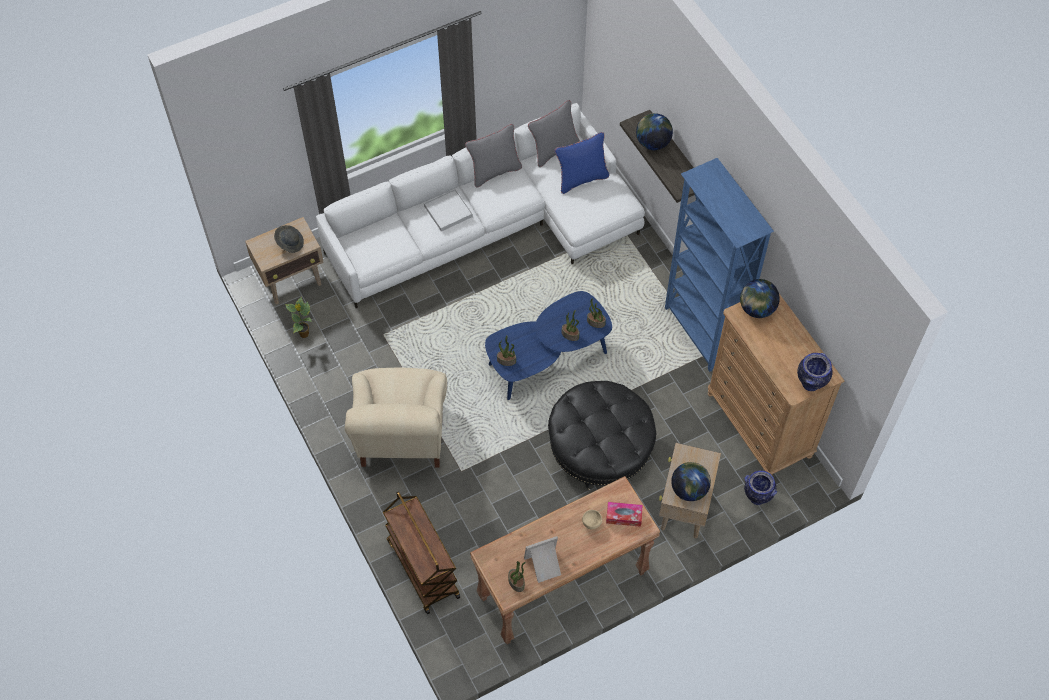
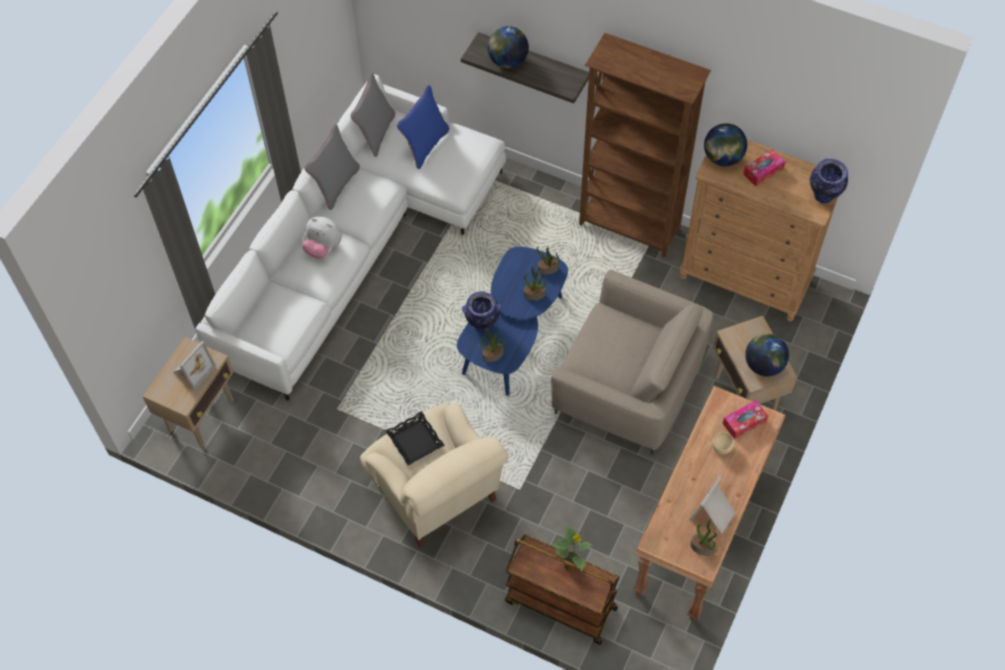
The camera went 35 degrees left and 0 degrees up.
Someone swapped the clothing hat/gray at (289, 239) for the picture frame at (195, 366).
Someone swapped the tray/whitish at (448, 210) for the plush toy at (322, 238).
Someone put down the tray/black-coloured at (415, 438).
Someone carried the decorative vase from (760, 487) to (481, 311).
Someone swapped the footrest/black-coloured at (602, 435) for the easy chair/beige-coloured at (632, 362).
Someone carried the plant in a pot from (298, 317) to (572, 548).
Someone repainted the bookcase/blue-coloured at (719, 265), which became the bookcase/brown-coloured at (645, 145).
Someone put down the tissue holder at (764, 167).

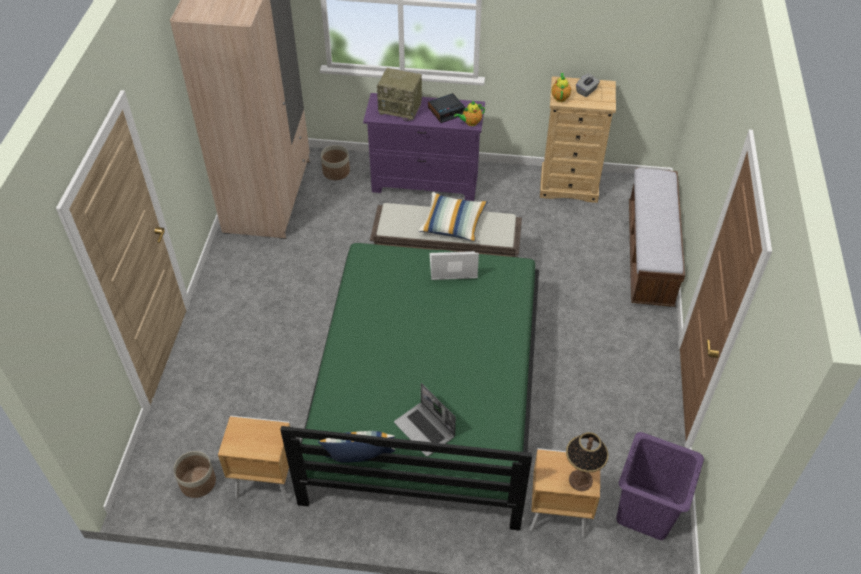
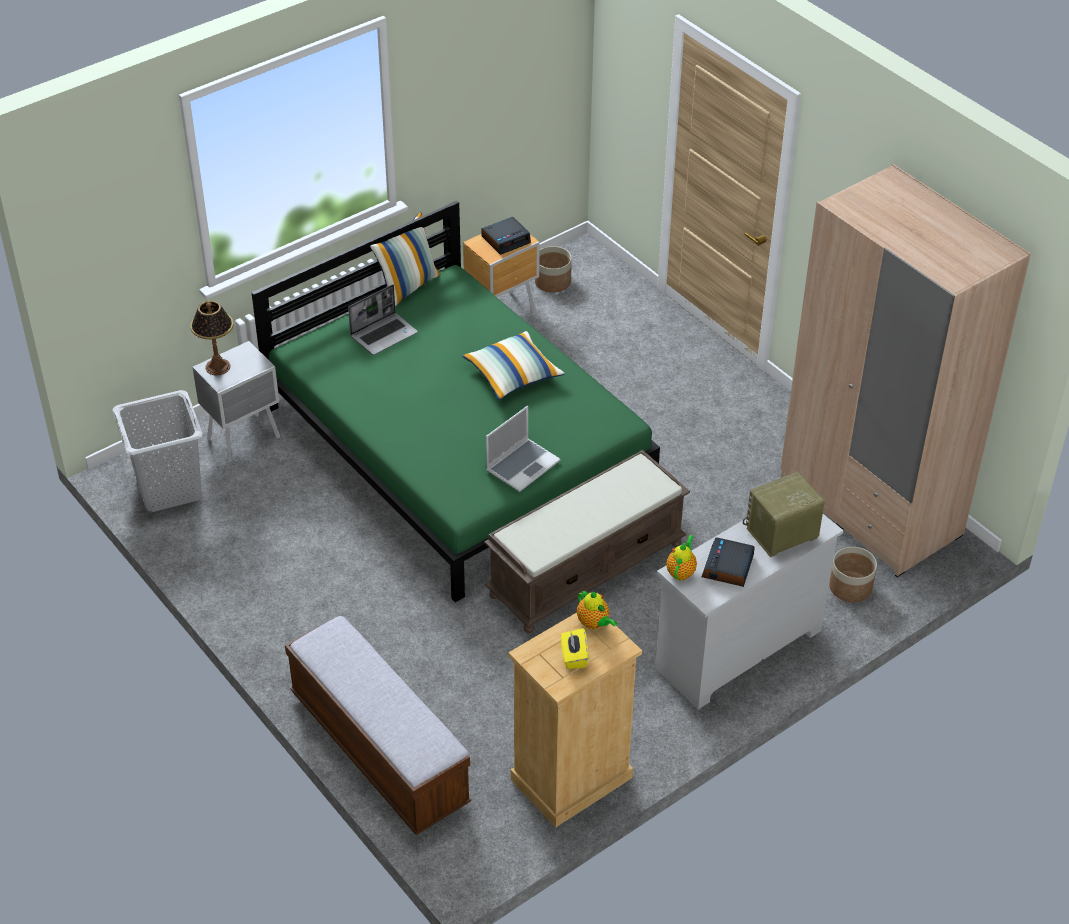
The camera went 135 degrees right and 5 degrees down.
Someone repainted the laundry basket/purple at (660, 486), which became the laundry basket/gray at (157, 451).
Someone repainted the night table/brown-coloured at (564, 493), which became the night table/gray at (236, 401).
Someone rotated the laptop at (425, 420) by 135 degrees clockwise.
Someone carried the throw pillow from (453, 217) to (513, 365).
Someone put down the alarm clock at (506, 236).
Someone repainted the tissue holder/gray at (588, 85), which became the tissue holder/yellow at (575, 648).
Someone repainted the drawer chest/purple at (424, 147), which became the drawer chest/whitish at (749, 611).

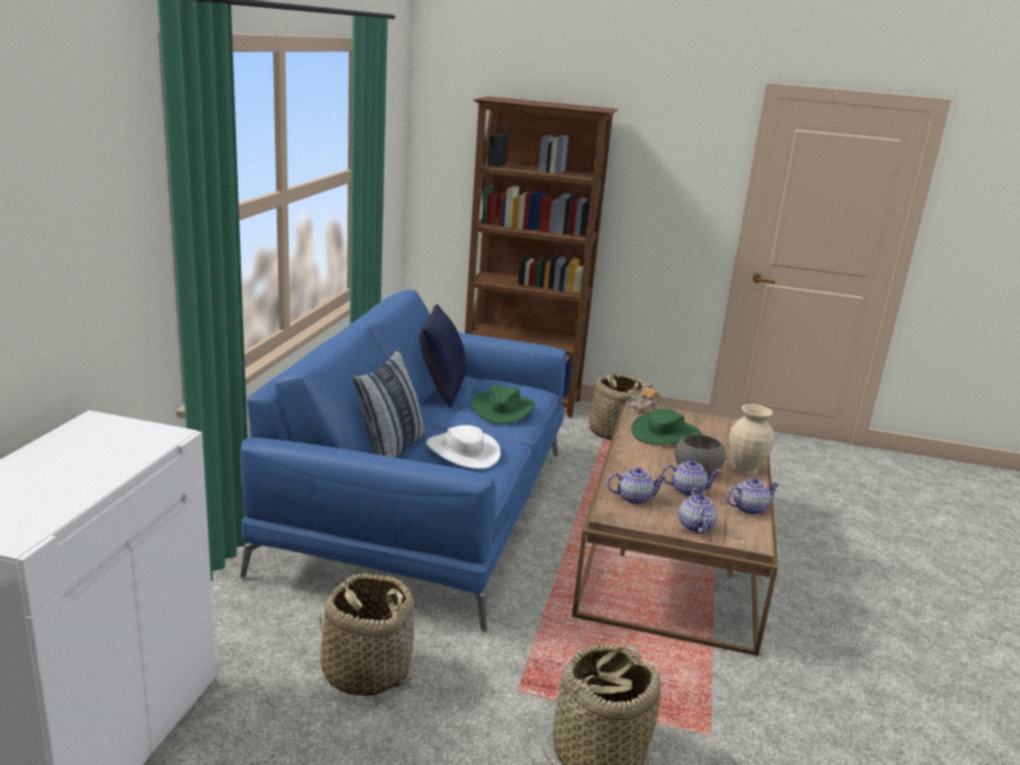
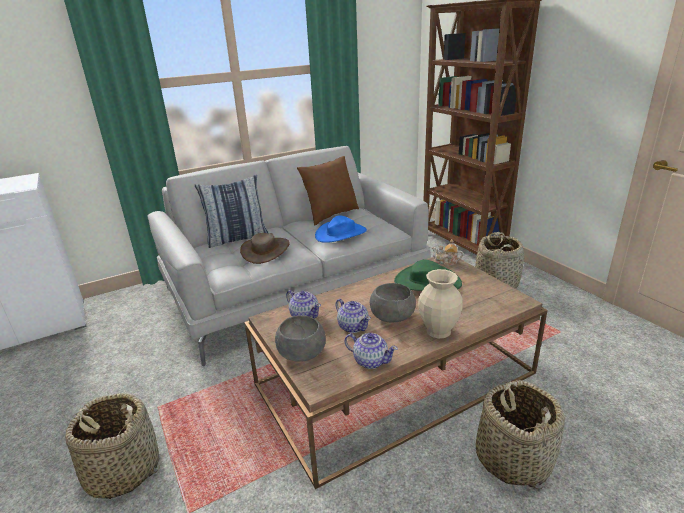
The camera went 50 degrees right and 5 degrees up.
Someone repainted the couch/blue-coloured at (403, 460), which became the couch/gray at (289, 256).
Someone repainted the clothing hat/whitish at (463, 447), which became the clothing hat/brown-coloured at (265, 248).
Someone swapped the pot for tea at (698, 510) for the deep dish/gray at (300, 338).
Someone repainted the throw pillow/blue-coloured at (443, 356), which became the throw pillow/brown-coloured at (328, 190).
Someone repainted the clothing hat/green at (503, 404), which became the clothing hat/blue-coloured at (341, 229).
Someone carried the storage basket from (367, 635) to (520, 434).

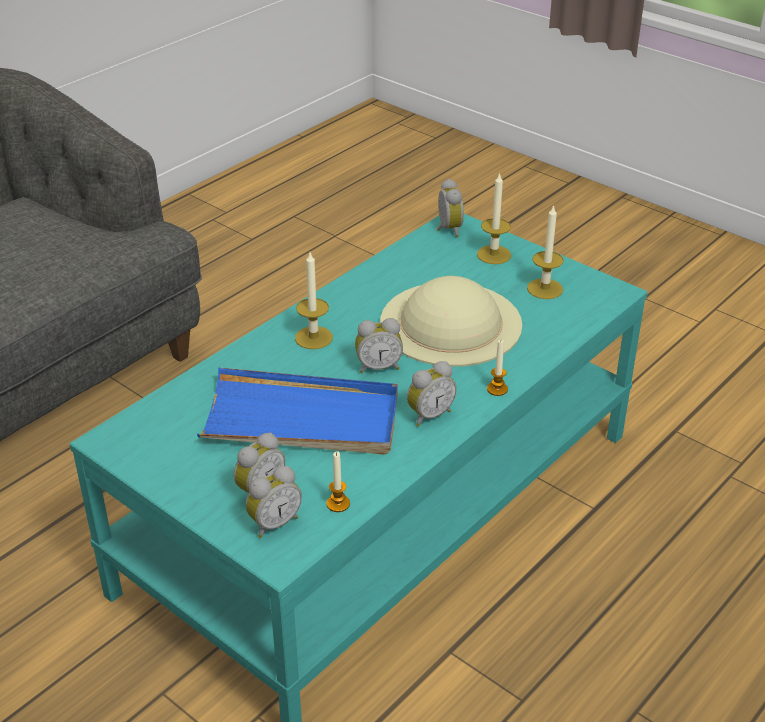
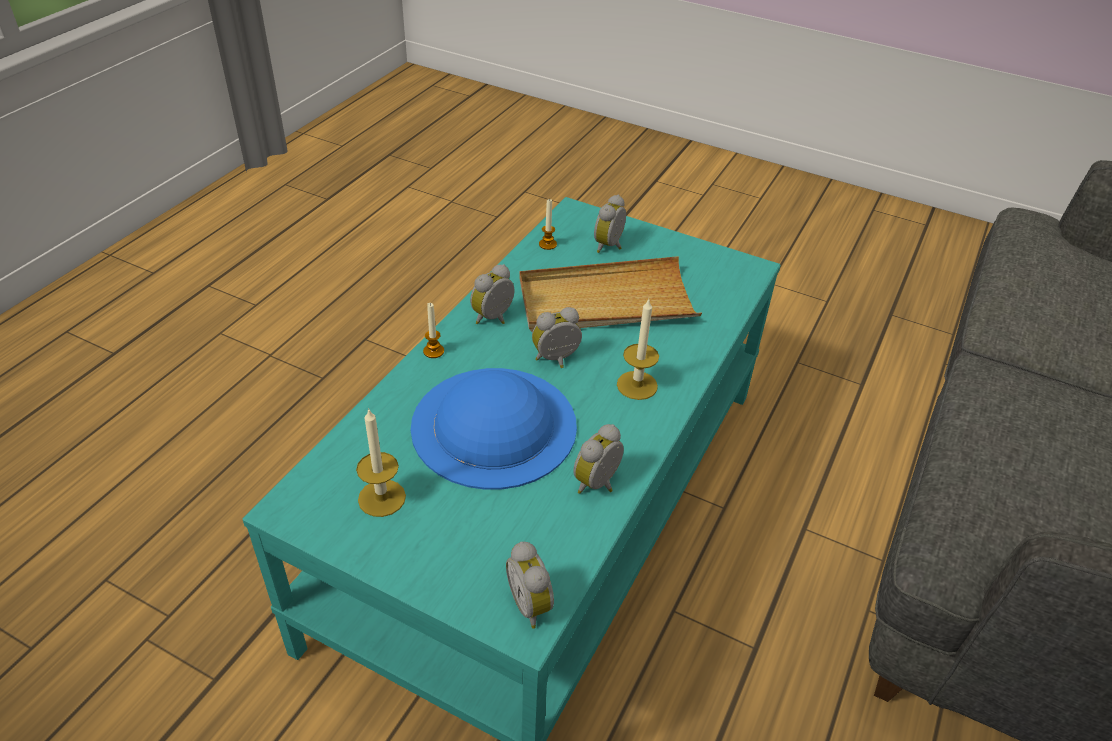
The camera went 165 degrees right and 5 degrees up.
Someone repainted the clothing hat/beige-coloured at (451, 321), which became the clothing hat/blue-coloured at (494, 429).
Someone repainted the tray/blue-coloured at (297, 411), which became the tray/beige-coloured at (610, 294).
Someone carried the alarm clock from (274, 502) to (598, 459).
Someone took away the candle at (494, 218).

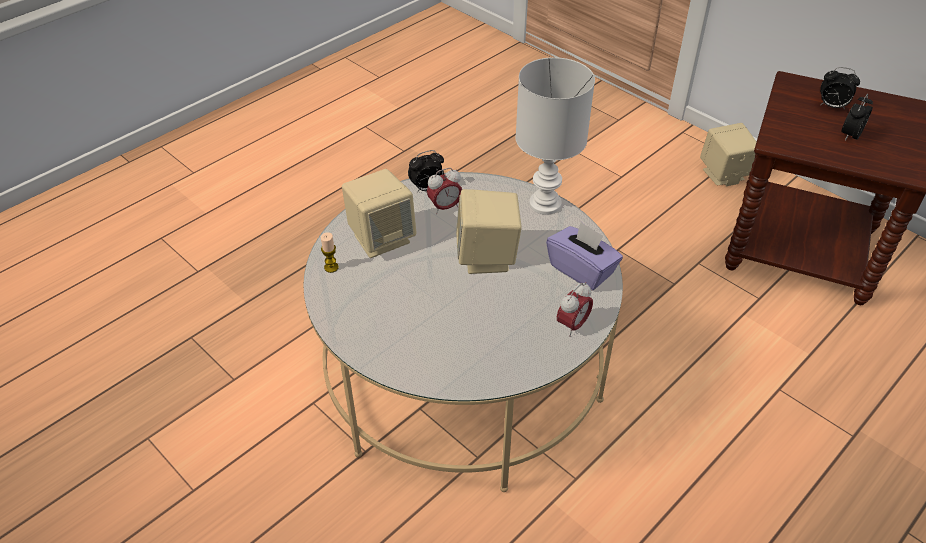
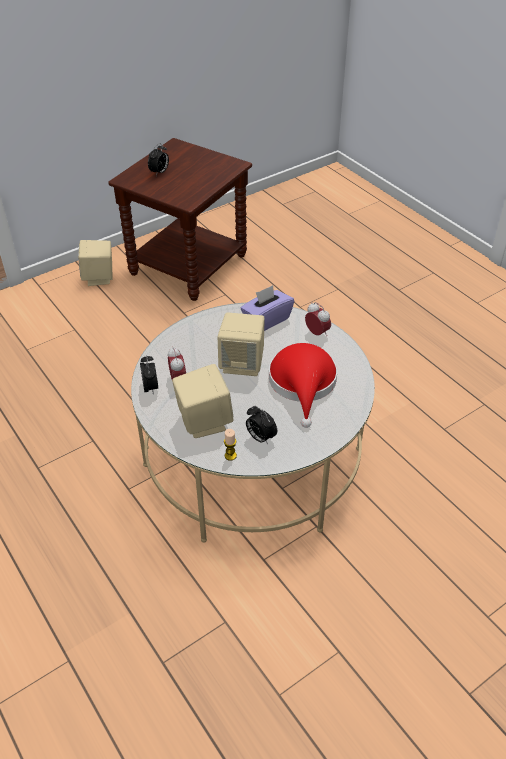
The camera went 80 degrees left and 0 degrees up.
Someone carried the alarm clock from (857, 117) to (261, 425).
Someone put down the clothing hat/red at (303, 385).
Someone took away the tabletop lamp/whitish at (555, 136).

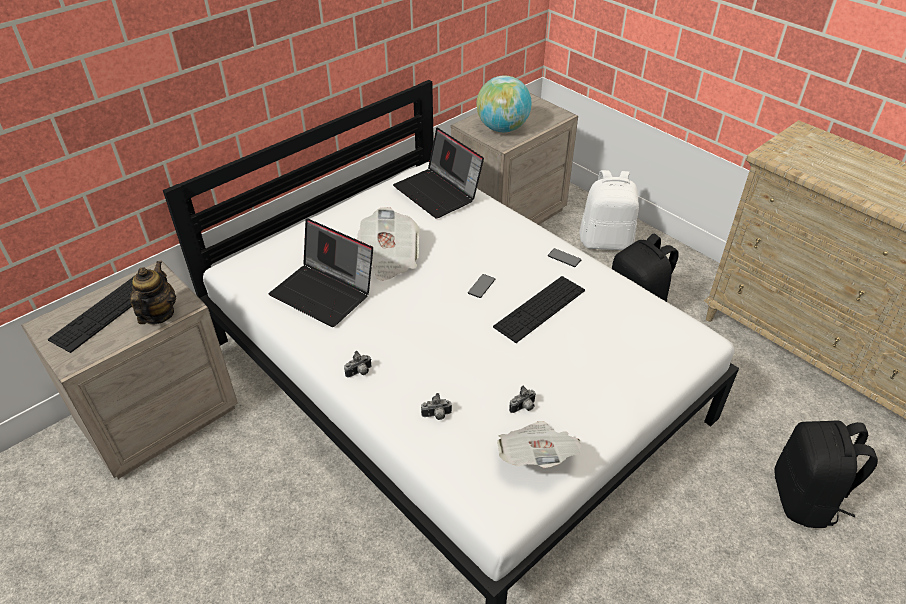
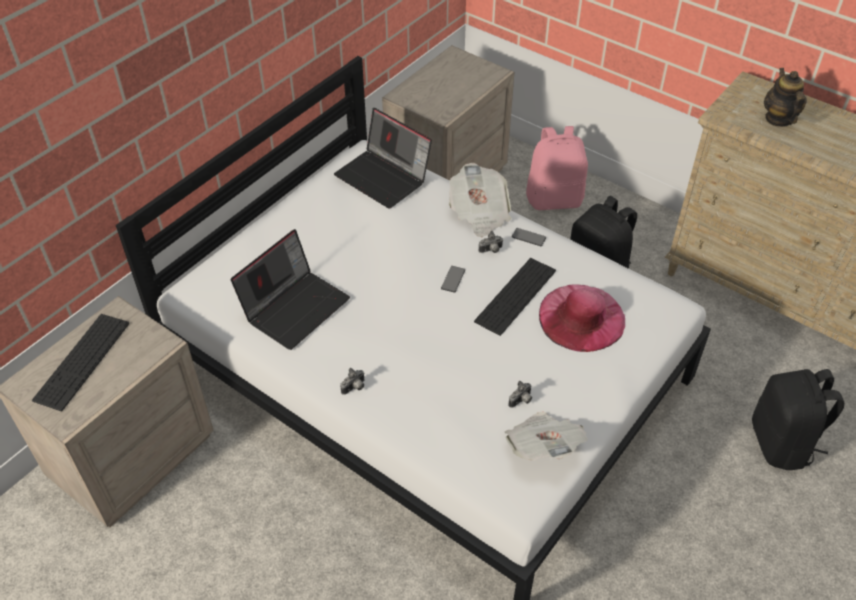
The camera went 10 degrees left and 5 degrees up.
Someone rotated the laptop at (321, 272) by 75 degrees counterclockwise.
Someone carried the daily paper from (388, 244) to (480, 200).
Someone carried the photo camera from (436, 406) to (490, 242).
Someone repainted the rucksack/whitish at (609, 210), which became the rucksack/pinkish at (557, 168).
Someone put down the clothing hat/pinkish at (582, 318).
Someone carried the pot for tea from (152, 292) to (785, 97).
Someone took away the desk globe at (504, 104).

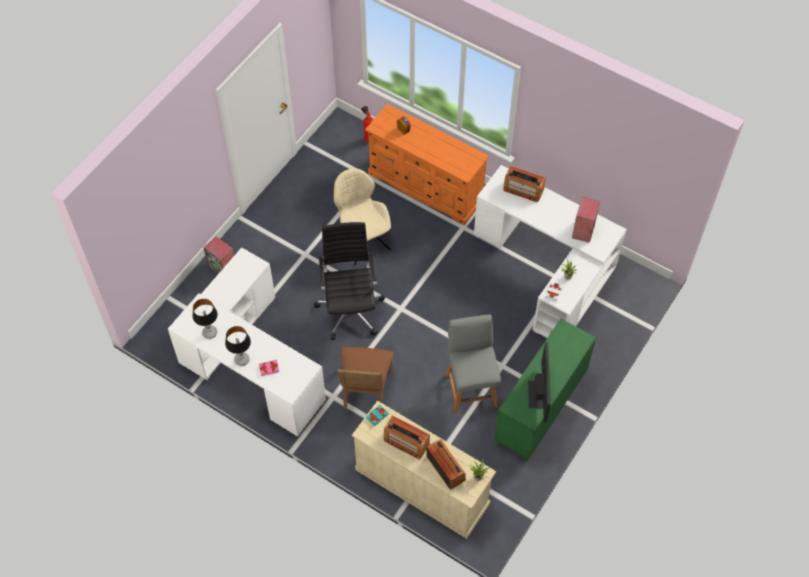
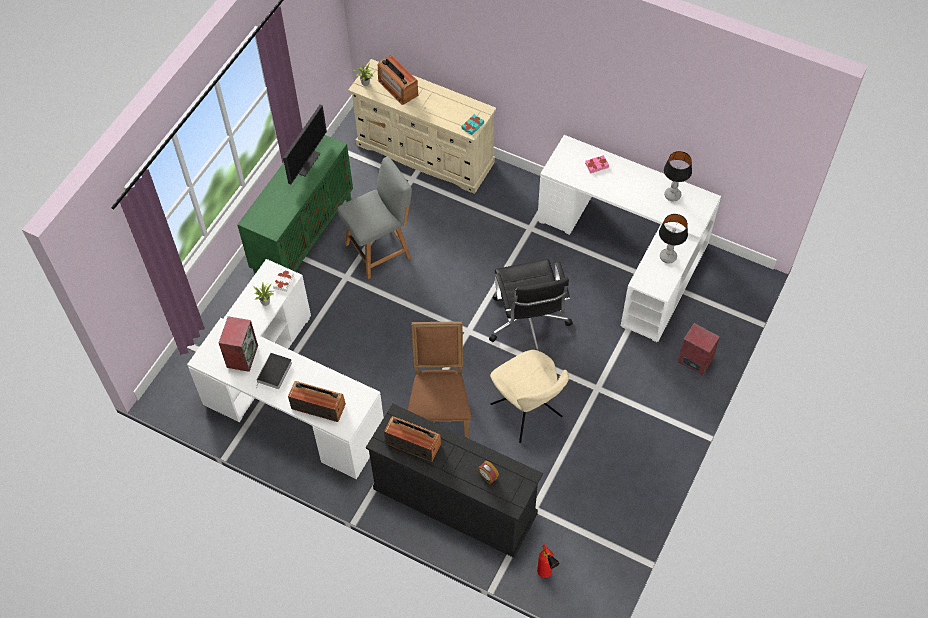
The camera went 175 degrees right and 0 degrees up.
Someone put down the book at (274, 371).
Someone rotated the computer display at (539, 382) by 150 degrees counterclockwise.
Someone rotated the chair/gray at (473, 363) by 105 degrees counterclockwise.
Someone repainted the drawer chest/orange-coloured at (427, 164), which became the drawer chest/black-coloured at (454, 481).
Someone carried the radio receiver from (407, 437) to (412, 439).
Someone carried the chair/brown-coloured from (366, 378) to (439, 380).
Someone carried the tabletop lamp from (238, 346) to (673, 238).

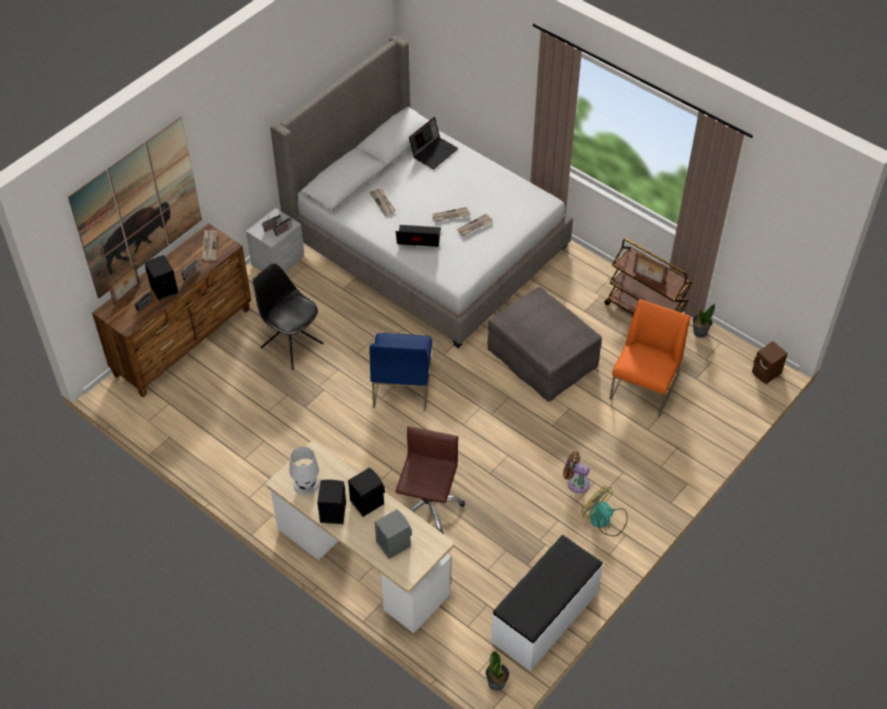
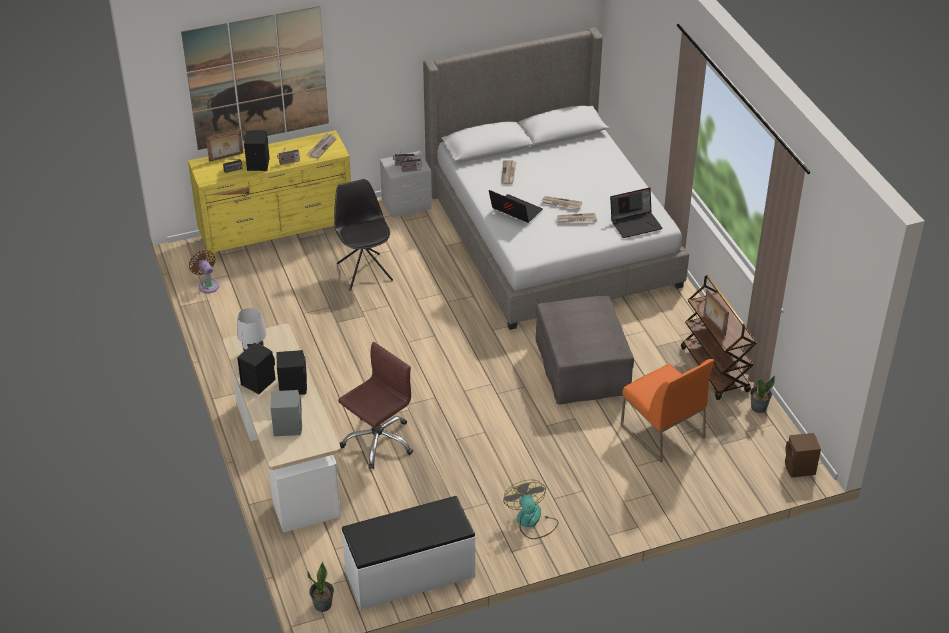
The camera went 30 degrees right and 10 degrees down.
Someone repainted the drawer chest/brown-coloured at (171, 310), which became the drawer chest/yellow at (269, 196).
Someone carried the electric fan/brown-coloured from (576, 472) to (204, 271).
Someone carried the laptop from (433, 143) to (636, 213).
Someone rotated the chair/orange-coloured at (649, 358) by 90 degrees clockwise.
Someone took away the chair/blue-coloured at (400, 372).

